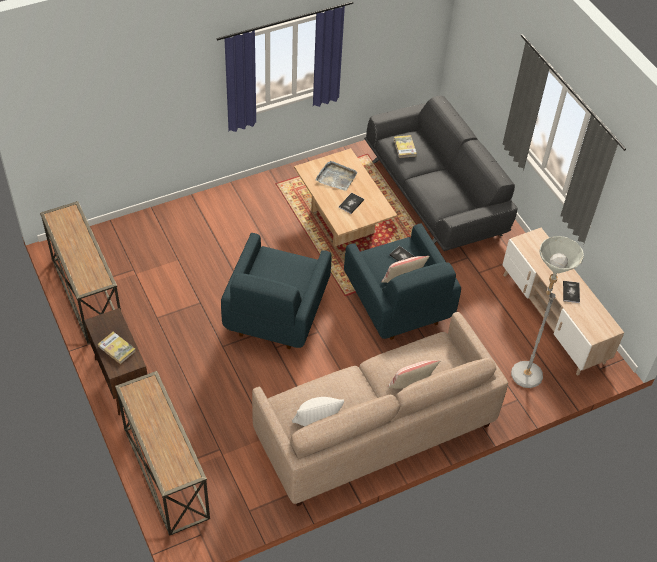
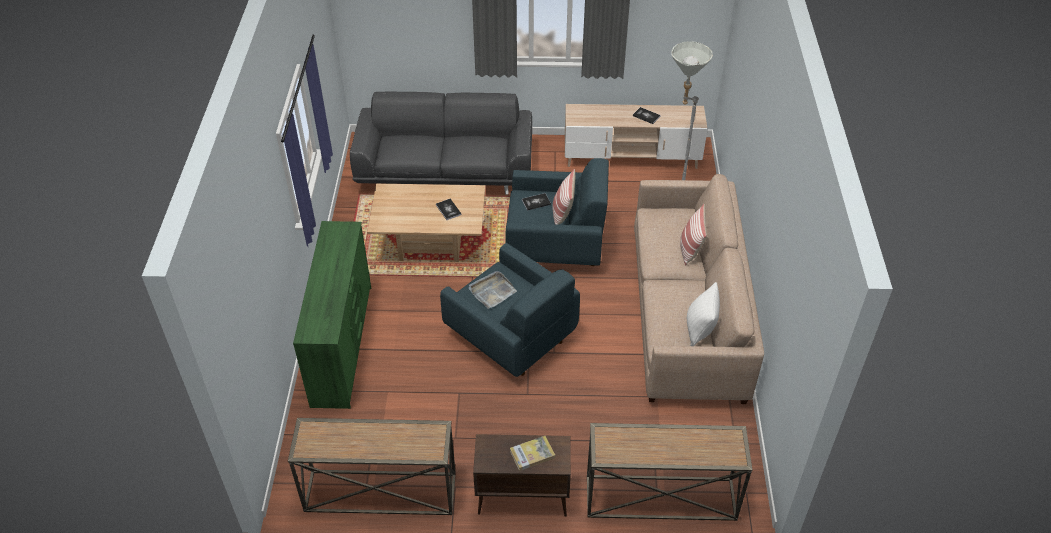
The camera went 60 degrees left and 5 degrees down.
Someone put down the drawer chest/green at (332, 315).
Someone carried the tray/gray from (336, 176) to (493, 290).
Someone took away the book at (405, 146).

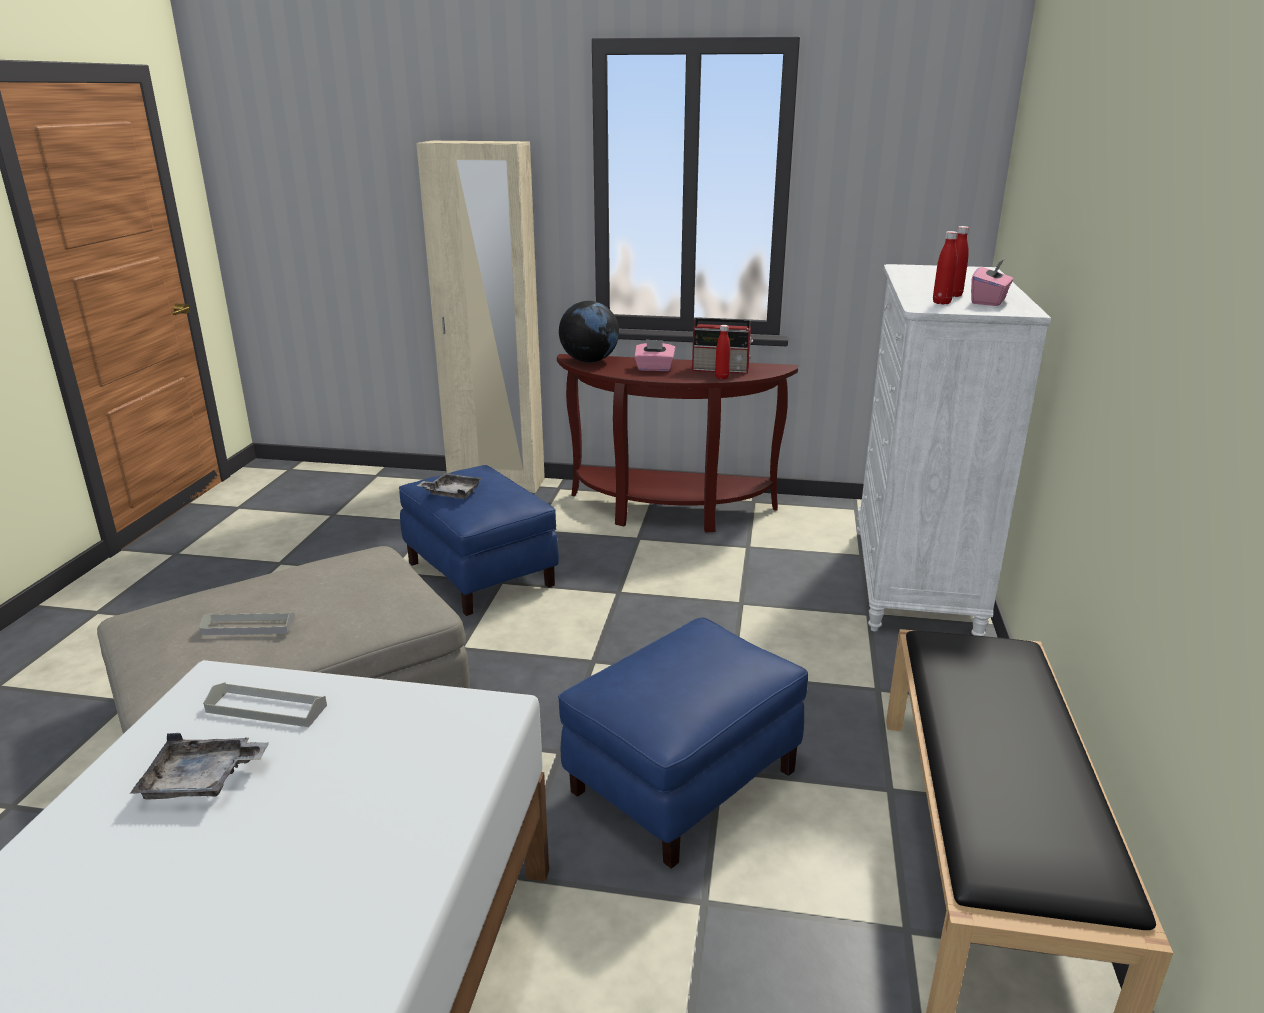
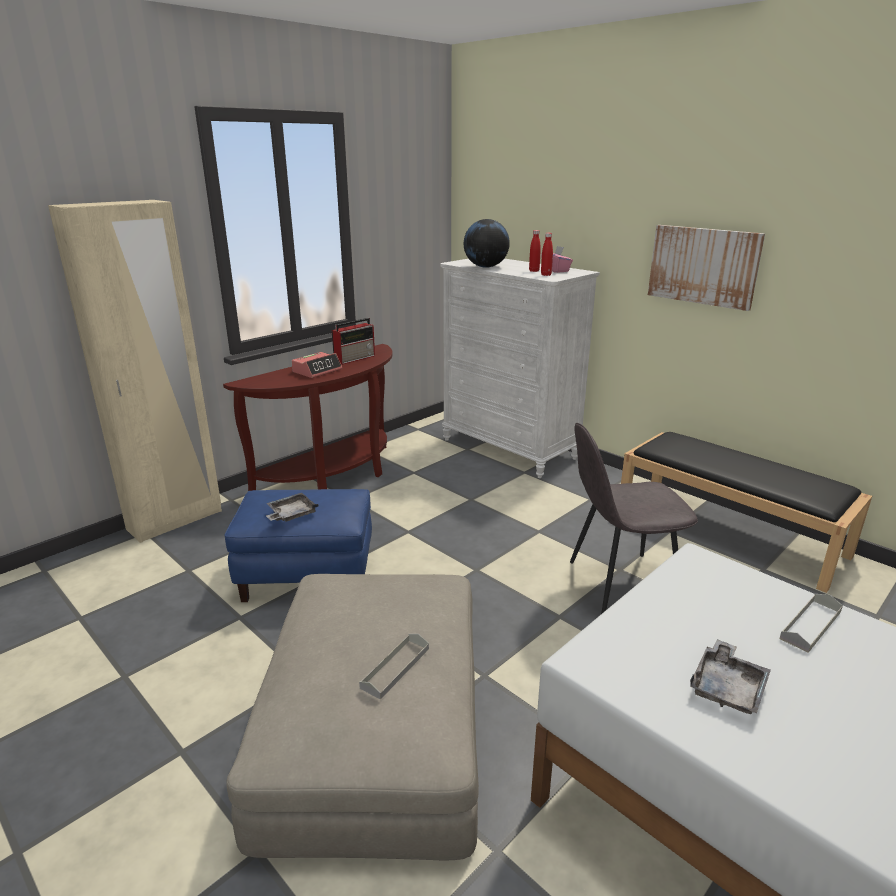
The camera went 55 degrees left and 0 degrees up.
Someone swapped the tissue holder/pinkish at (654, 355) for the alarm clock at (317, 365).
Someone carried the desk globe from (589, 332) to (487, 243).
Someone swapped the footrest/blue-coloured at (683, 743) for the chair/gray at (634, 518).
Someone put up the picture at (706, 268).
Someone carried the tray/gray from (265, 704) to (811, 623).
Someone took away the beverage bottle/red at (722, 352).

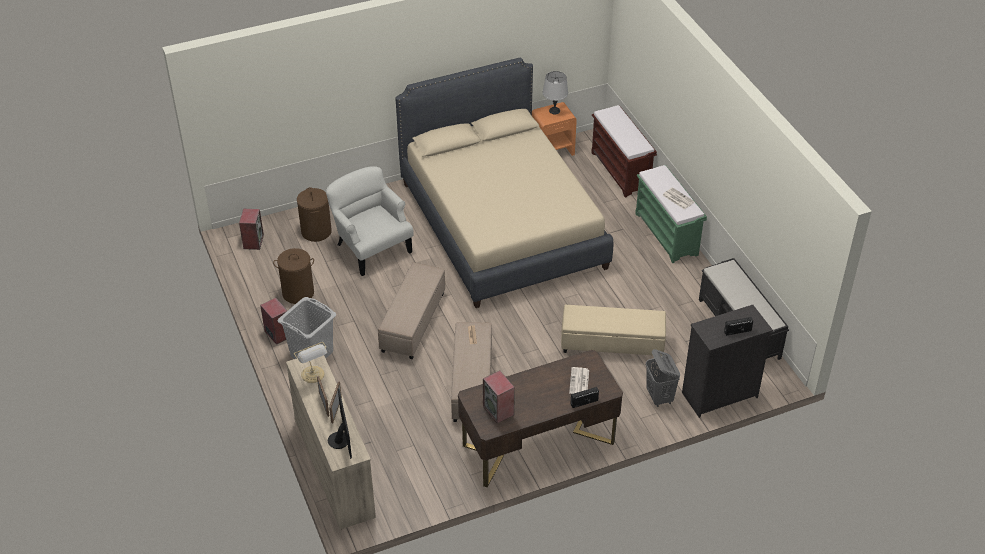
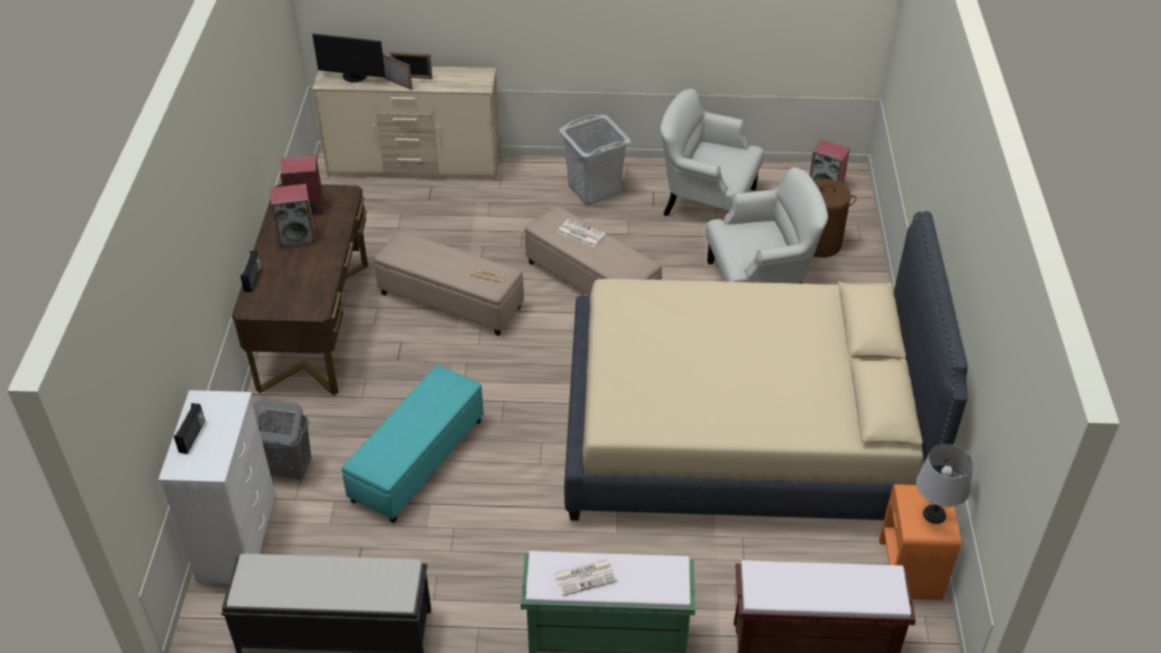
The camera went 115 degrees right and 0 degrees up.
Someone repainted the drawer chest/black-coloured at (727, 361), which became the drawer chest/whitish at (217, 487).
Someone carried the speaker from (274, 321) to (293, 216).
Someone repainted the footrest/beige-coloured at (613, 330), which became the footrest/turquoise-coloured at (413, 444).
Someone carried the daily paper from (579, 380) to (581, 233).
Someone swapped the laundry basket/brown-coloured at (293, 276) for the easy chair/whitish at (712, 152).
Someone took away the tabletop lamp at (310, 362).

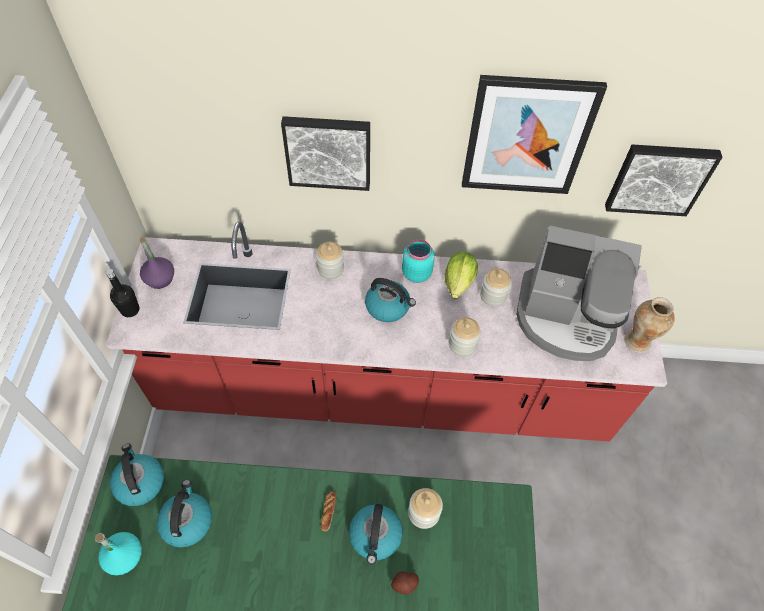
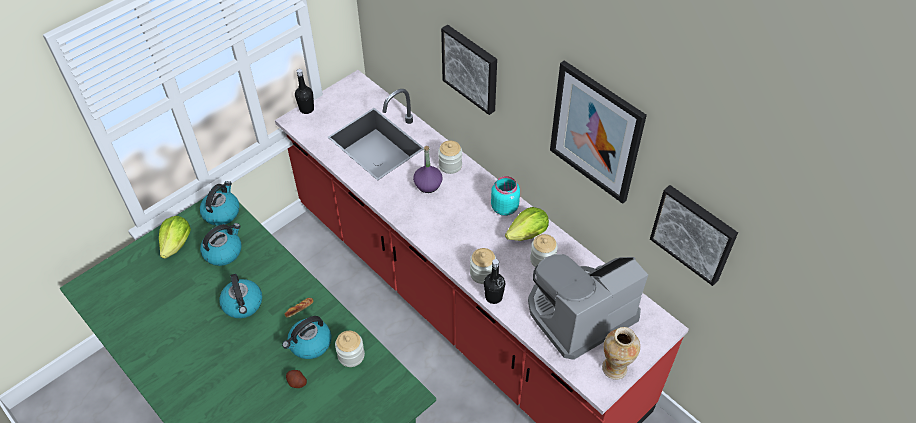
The camera went 45 degrees right and 5 degrees down.
Someone swapped the beverage bottle/turquoise-coloured at (118, 553) for the head of lettuce at (175, 237).
Someone carried the water kettle from (390, 300) to (240, 296).
Someone carried the beverage bottle/purple from (157, 263) to (428, 169).
Someone put down the beverage bottle/black-coloured at (494, 281).
Someone rotated the coffee machine at (579, 293) by 90 degrees clockwise.

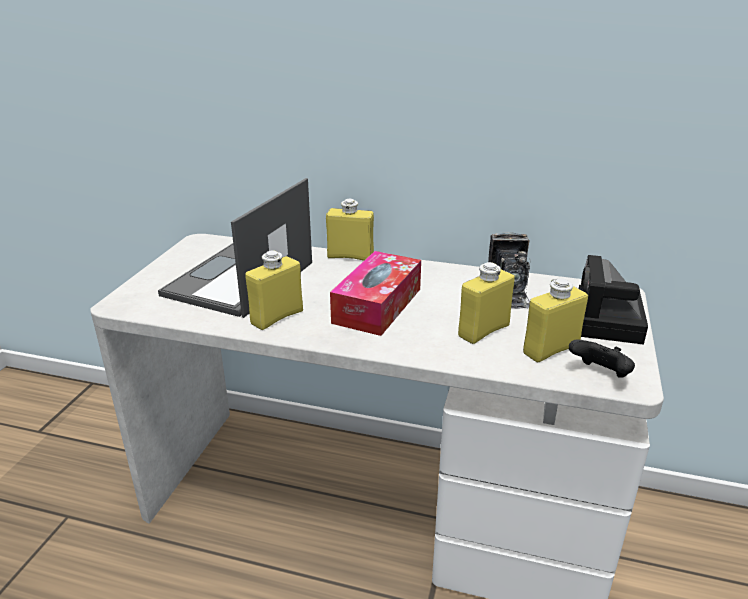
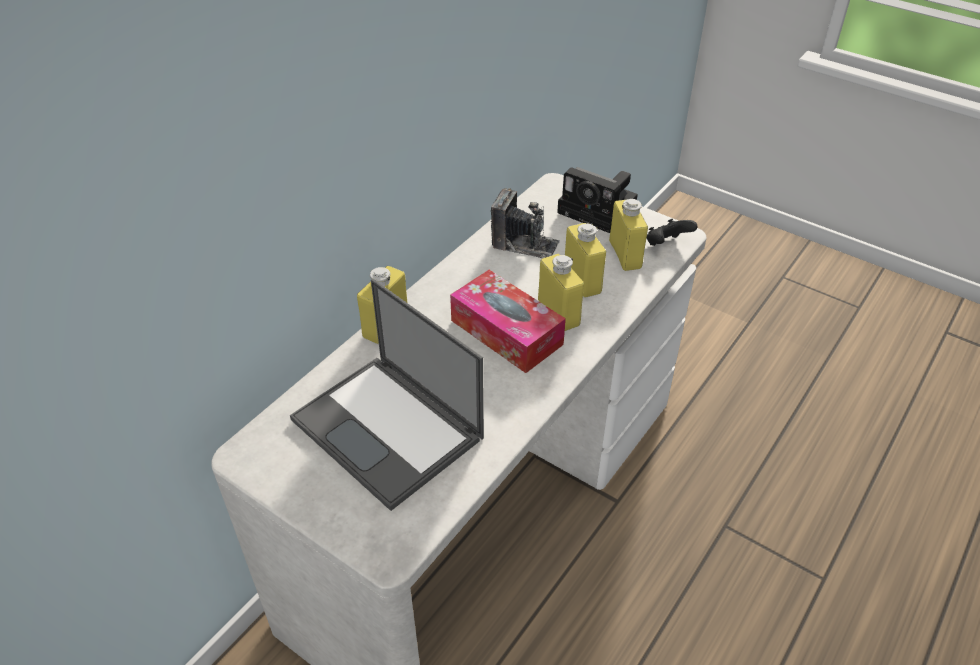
The camera went 70 degrees left and 15 degrees up.
Someone carried the beverage bottle/yellow from (274, 290) to (561, 292).

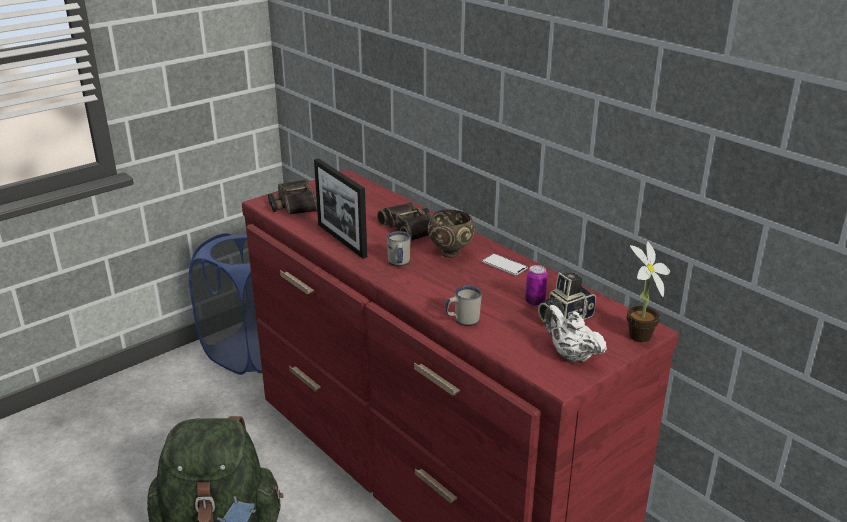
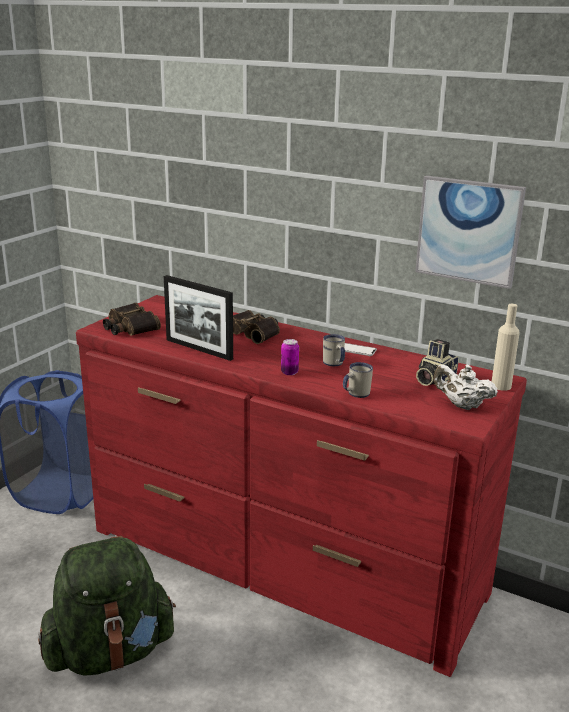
The camera went 20 degrees left and 5 degrees down.
Someone carried the sealed can from (536, 285) to (290, 357).
Someone carried the coffee mug/whitish from (399, 248) to (334, 350).
Someone put up the picture at (470, 232).
Someone swapped the plant in a pot at (648, 291) for the beverage bottle/beige-coloured at (506, 347).
Someone took away the deep dish/brown-coloured at (451, 234).

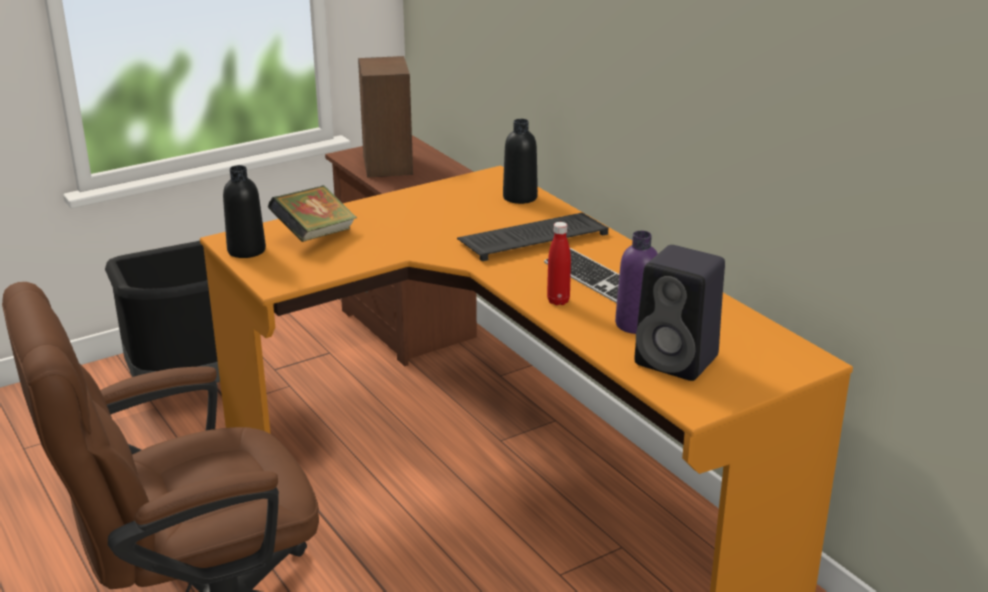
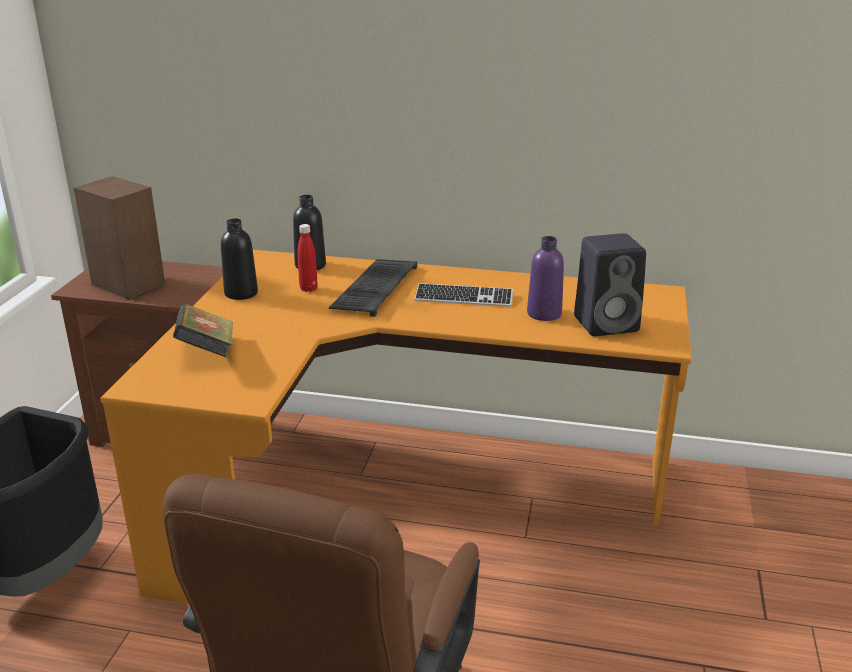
The camera went 45 degrees left and 0 degrees up.
Someone carried the beverage bottle/black-coloured from (244, 211) to (239, 259).
Someone carried the beverage bottle/red from (559, 263) to (307, 258).

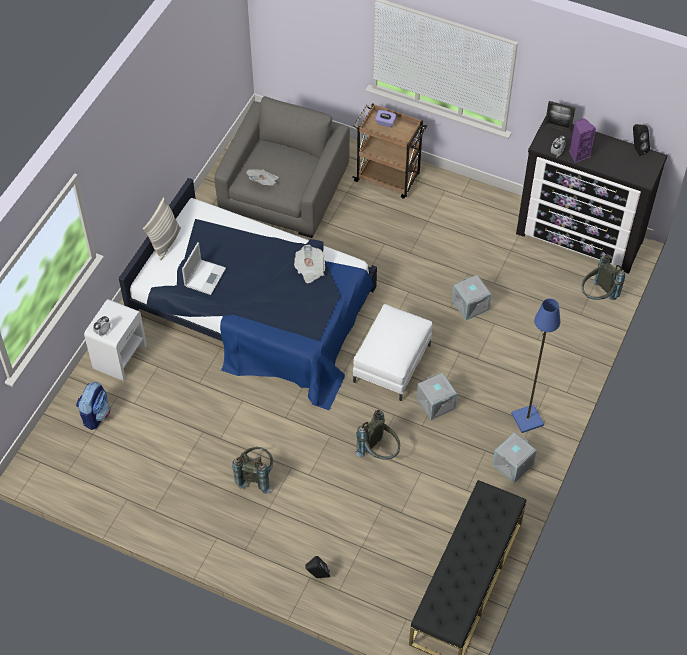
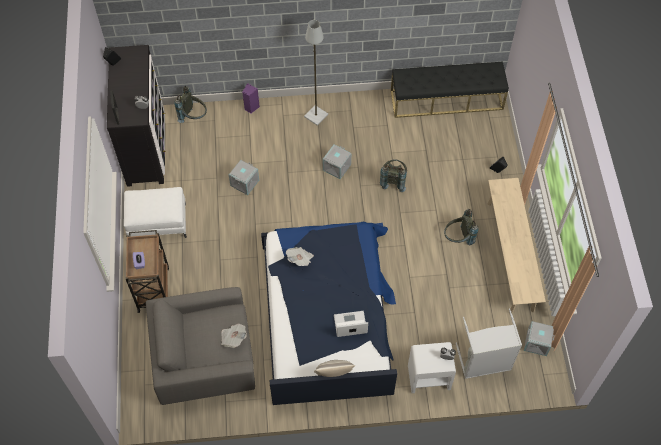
The camera went 120 degrees left and 5 degrees up.
Someone carried the footrest/whitish from (392, 352) to (155, 212).
Someone carried the speaker/purple from (582, 140) to (251, 98).
Someone repainted the floor lamp/blue-coloured at (535, 366), which became the floor lamp/gray at (316, 73).
Someone swapped the rucksack at (93, 406) for the laundry basket/gray at (489, 343).
Someone put down the indoor bench/beige-coloured at (516, 245).
Someone carried the storage box/gray from (514, 457) to (539, 338).

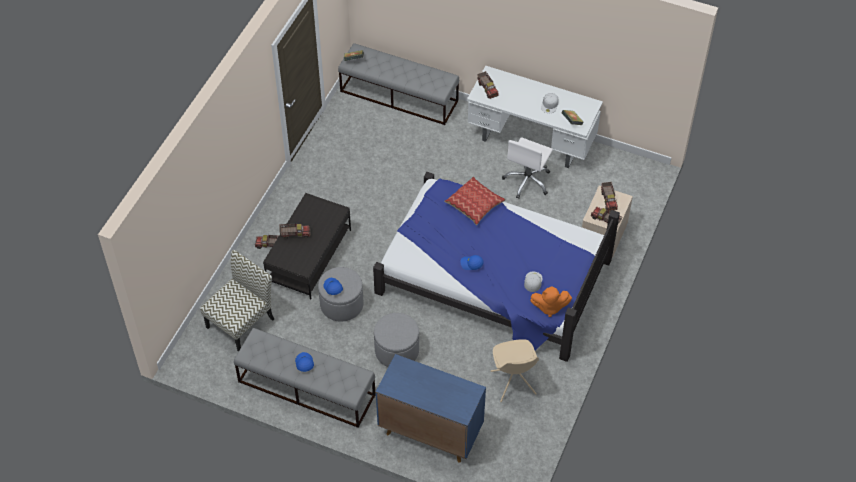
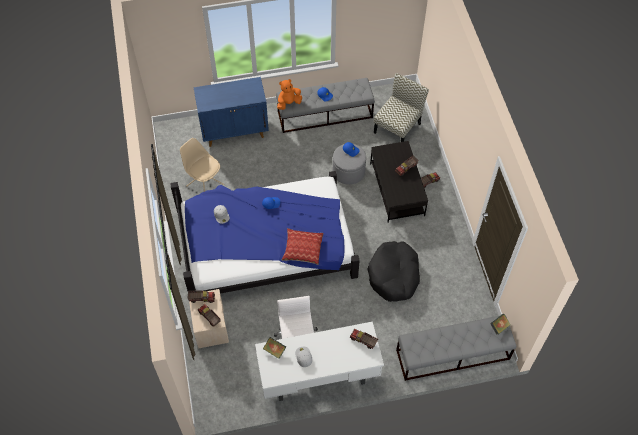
The camera went 145 degrees right and 5 degrees up.
Someone carried the plush toy/orange-coloured from (551, 302) to (289, 94).
Someone put down the dog cushion/black-coloured at (393, 271).
Someone rotated the chair at (237, 301) by 150 degrees counterclockwise.
Someone took away the footrest/gray at (396, 340).

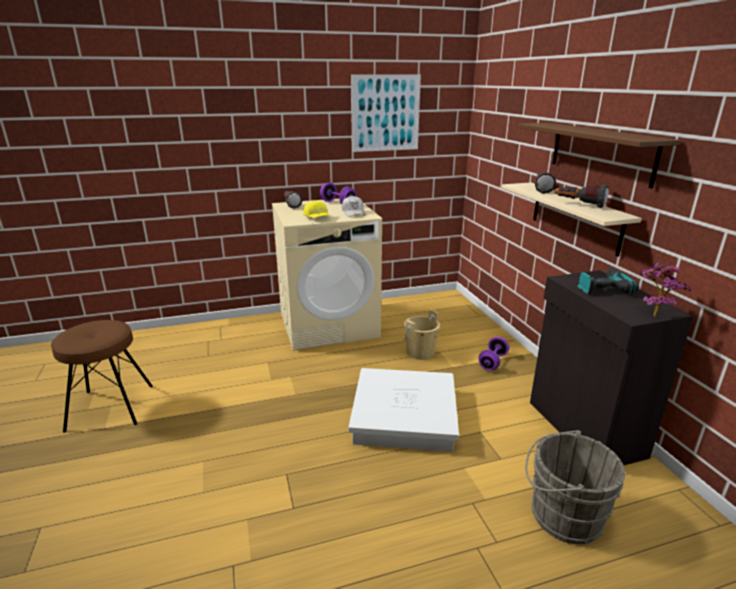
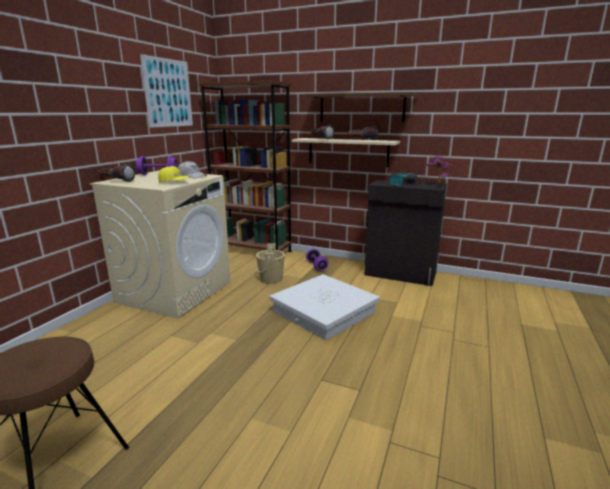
The camera went 50 degrees left and 5 degrees down.
Someone put down the bookcase/brown-coloured at (245, 166).
Someone took away the bucket/gray at (575, 487).

